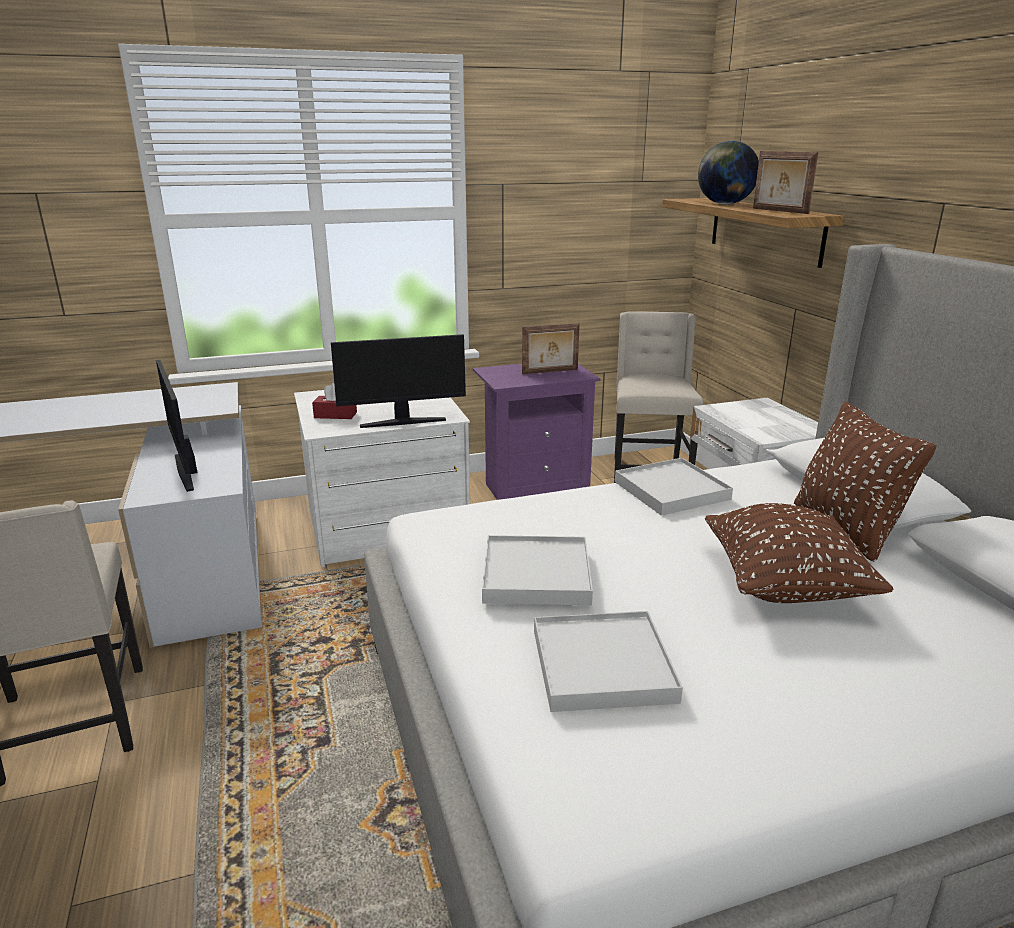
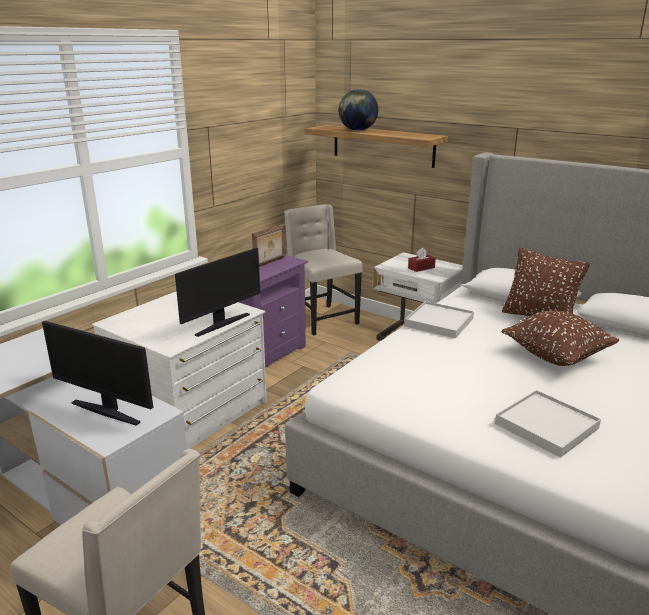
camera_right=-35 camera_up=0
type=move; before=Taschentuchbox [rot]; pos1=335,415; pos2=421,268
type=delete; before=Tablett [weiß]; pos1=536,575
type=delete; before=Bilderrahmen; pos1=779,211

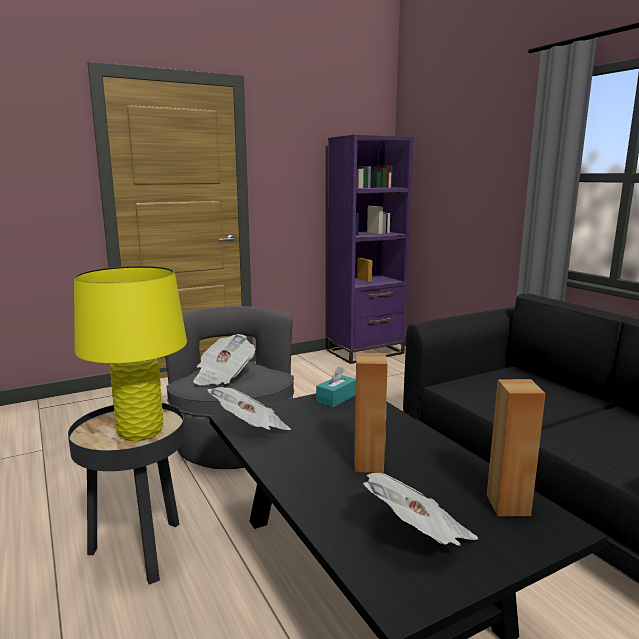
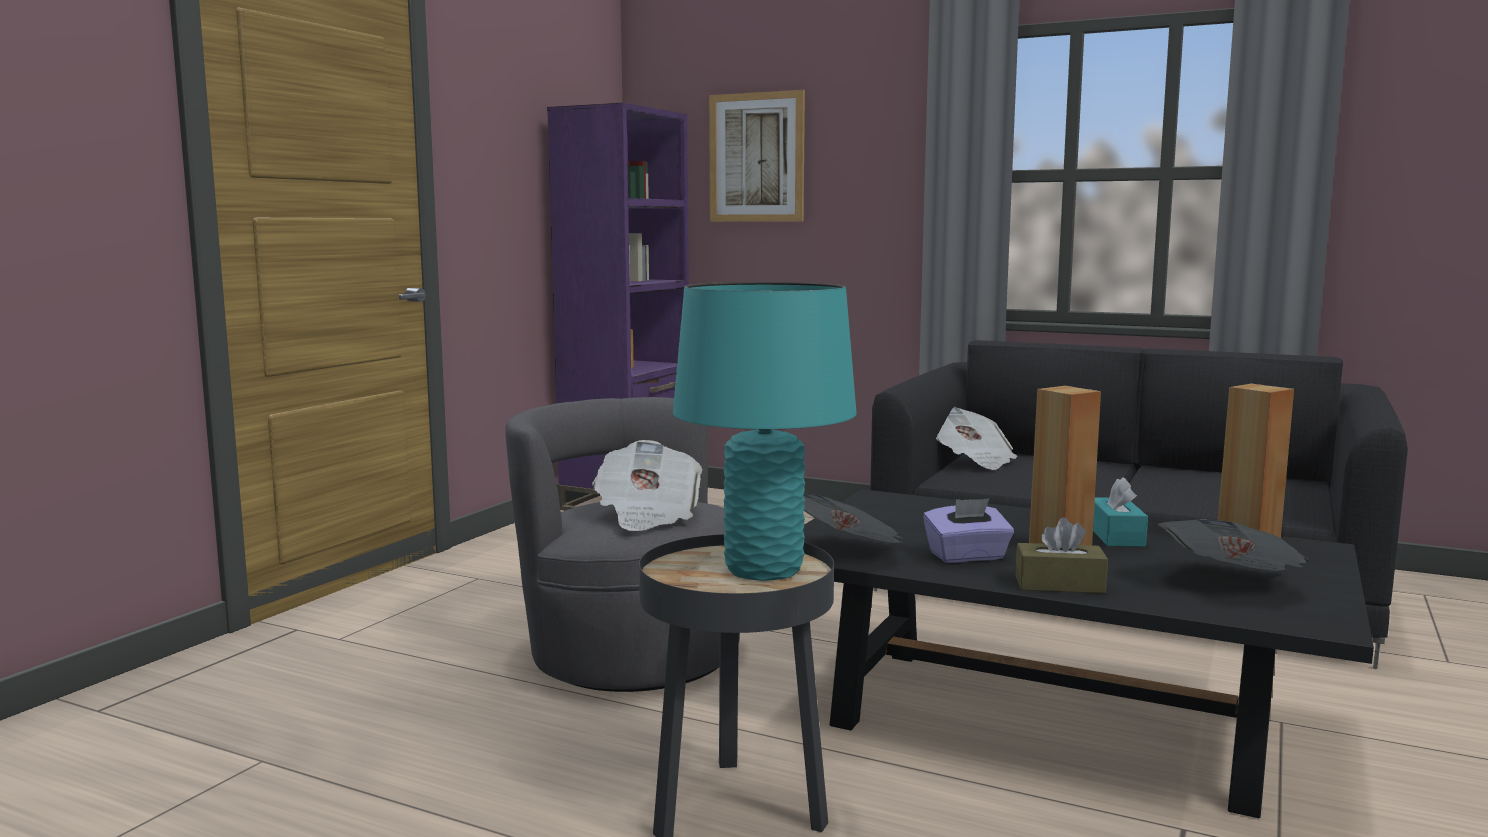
camera_right=-35 camera_up=-5
type=recolor; before=Tischlampe [gelb]; after=Tischlampe [türkis]; pos1=140,431; pos2=763,570
type=insert; after=Bild; pos2=756,157
type=insert; after=Taschentuchbox [lila]; pos2=967,556
type=insert; after=Zeitung; pos2=971,460
type=insert; after=Taschentuchbox [braun]; pos2=1059,585
type=move; before=Taschentuchbox [türkis]; pos1=336,398; pos2=1116,536

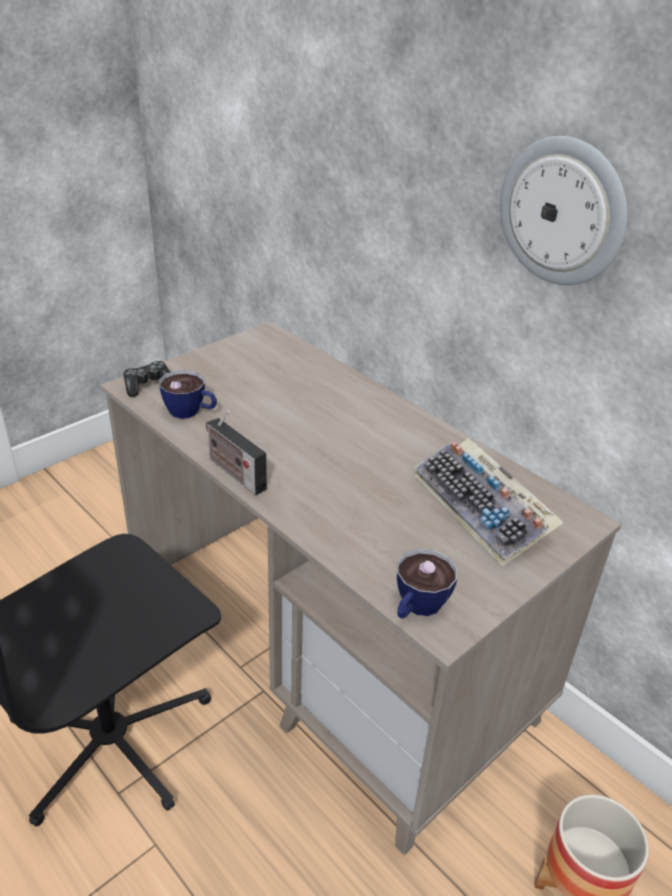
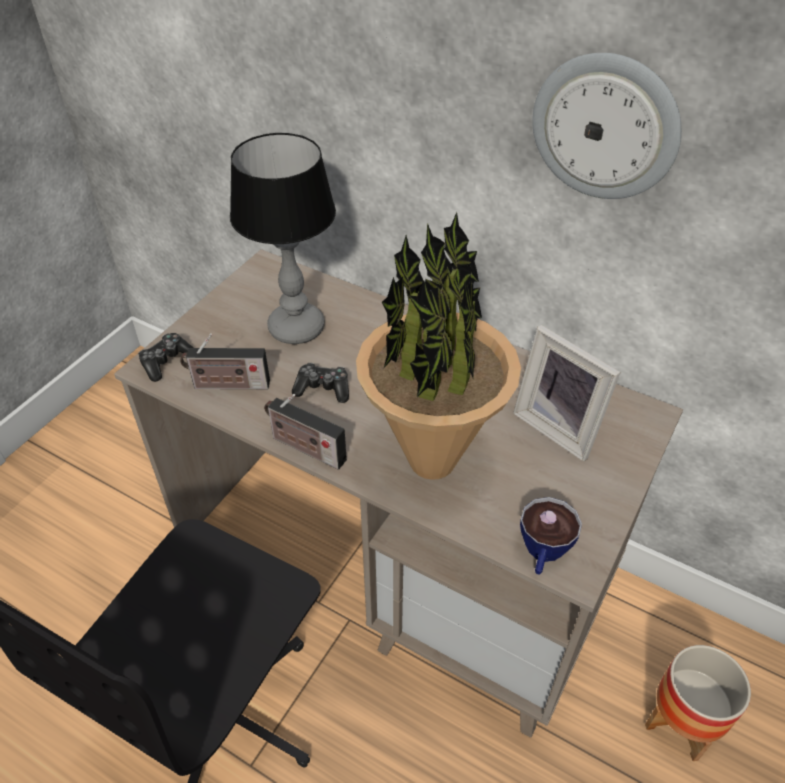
camera_right=-15 camera_up=10
type=replace; before=Tasse; after=Radio; pos1=191,412; pos2=228,385
type=insert; after=Tischlampe; pos2=295,327
type=insert; after=Gamepad; pos2=323,389
type=insert; after=Topfpflanze; pos2=432,462
type=replace; before=Tastatur; after=Bilderrahmen; pos1=484,509; pos2=559,427

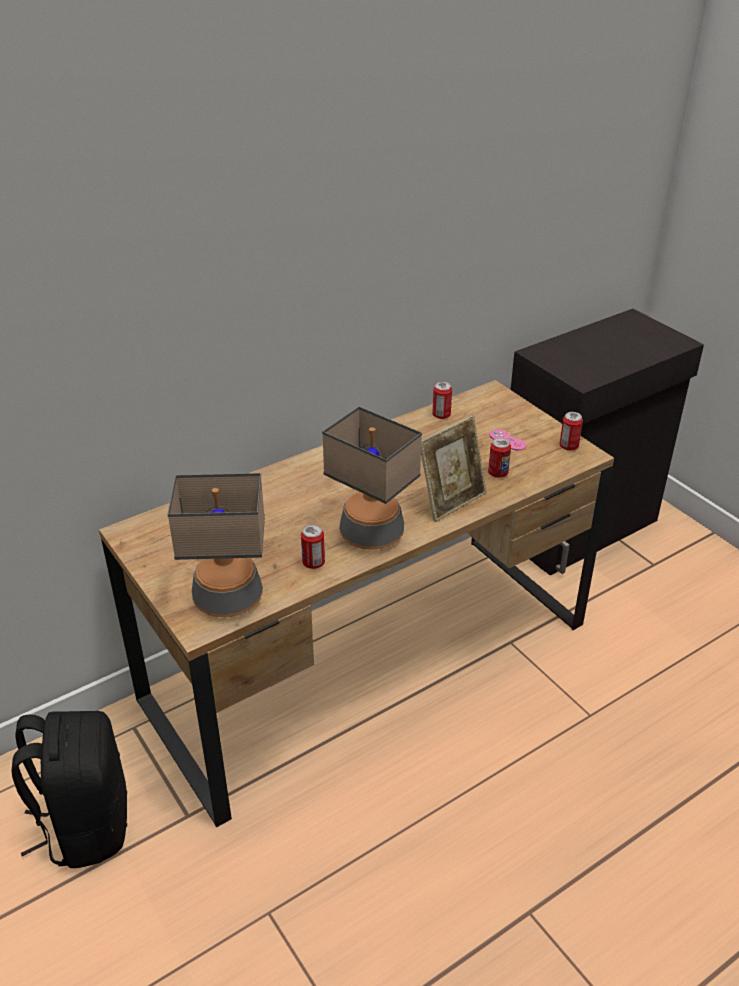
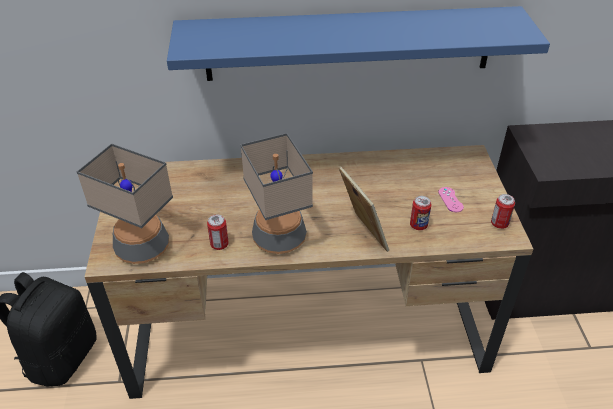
camera_right=30 camera_up=5
type=insert; after=Wandregal [blau]; pos2=348,44
type=rotate; before=Bilderrahmen; pos1=451,501; pos2=362,234; turn=-105
type=delete; before=Dose; pos1=441,415

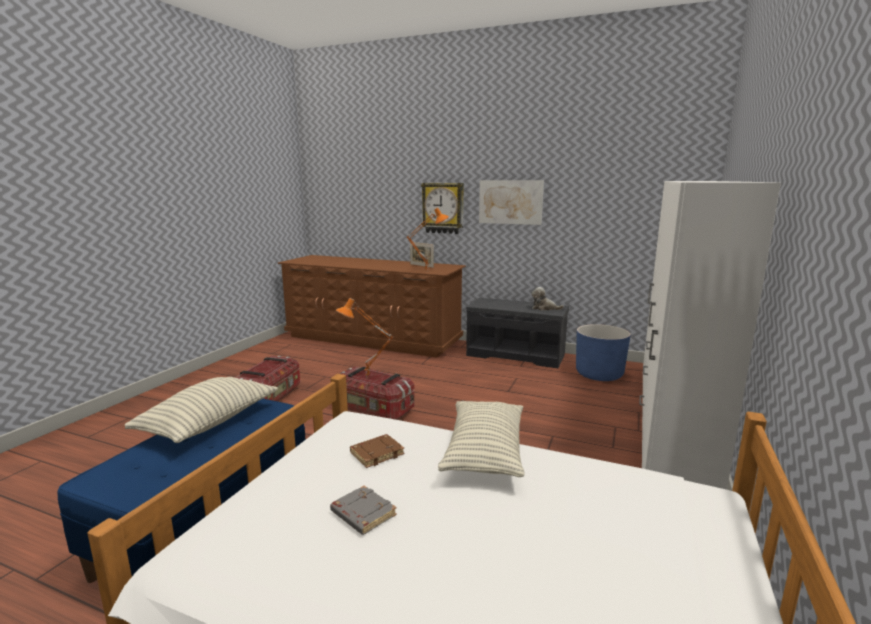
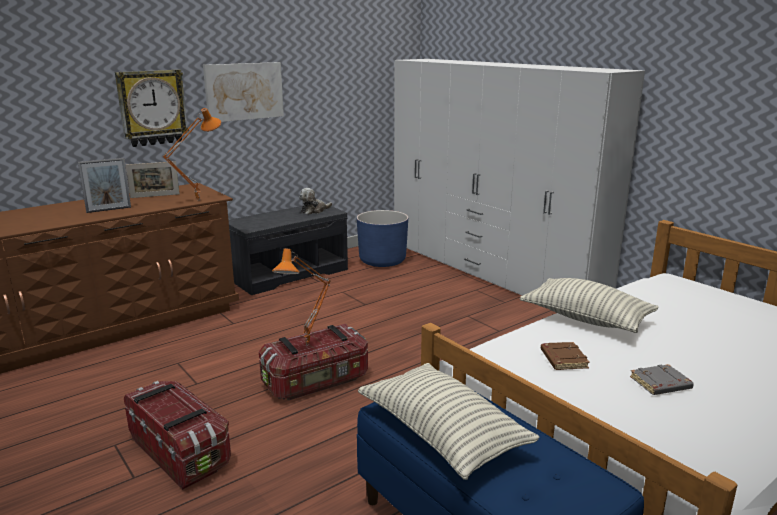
camera_right=-60 camera_up=5
type=insert; after=Bilderrahmen; pos2=109,210

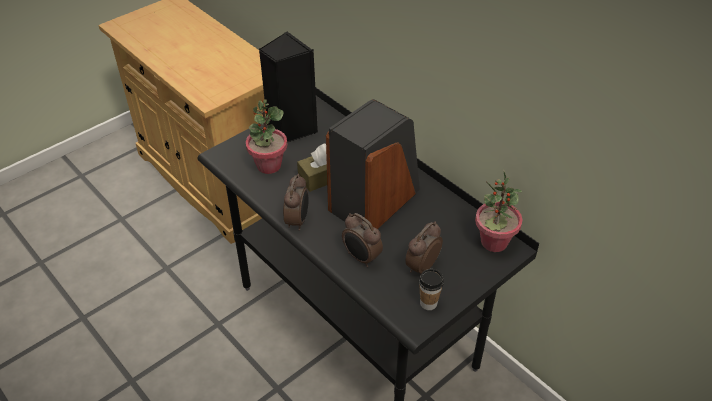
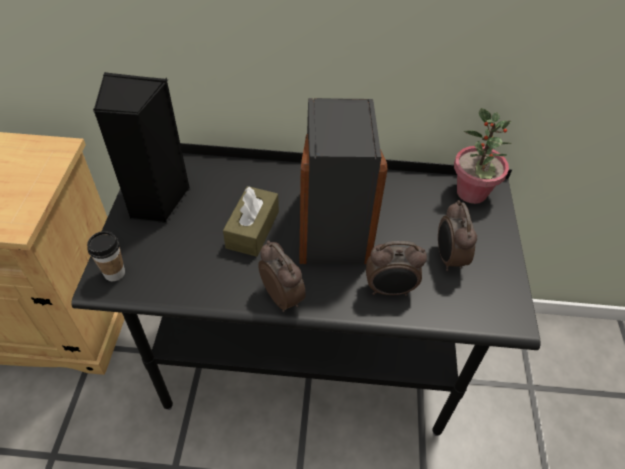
camera_right=-45 camera_up=5
type=move; before=Tasse; pos1=428,303; pos2=114,273
type=delete; before=Topfpflanze; pos1=268,165

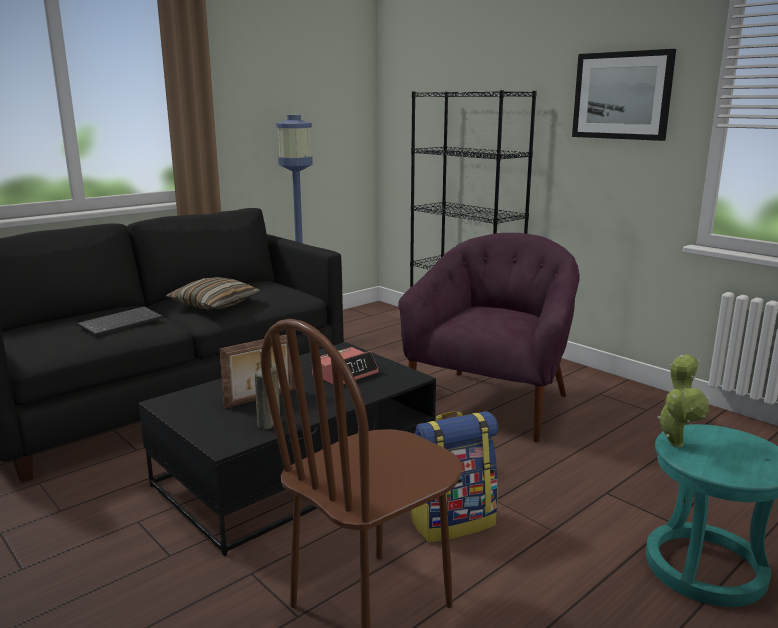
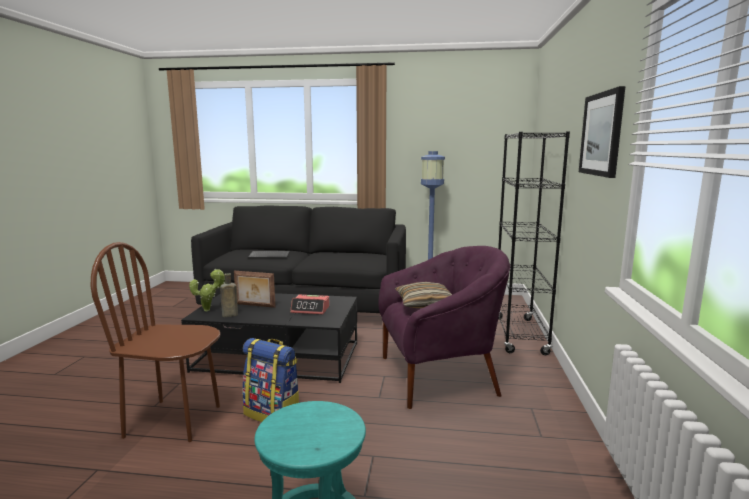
camera_right=50 camera_up=-5
type=move; before=Topfpflanze; pos1=676,442; pos2=209,310
type=move; before=Kissen; pos1=215,304; pos2=425,304

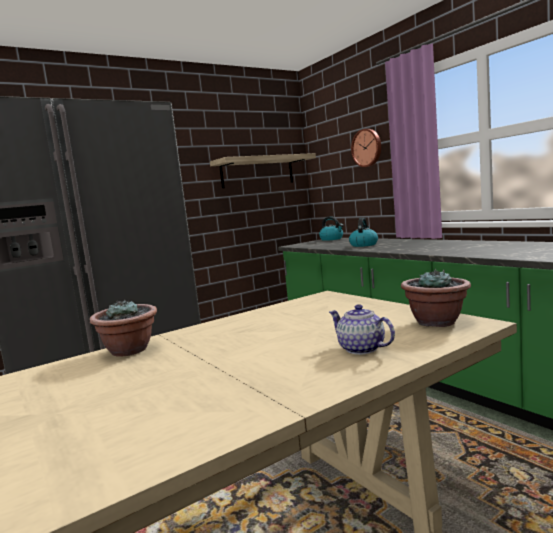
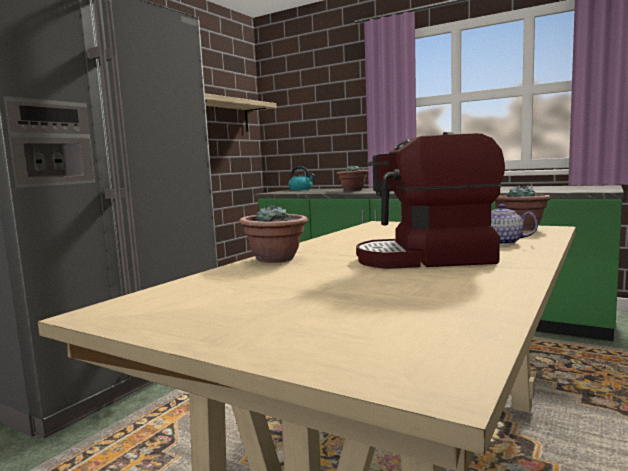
camera_right=-25 camera_up=0
type=replace; before=Wasserkessel; after=Topfpflanze; pos1=363,245; pos2=352,190
type=insert; after=Kaffeemaschine; pos2=426,259
type=delete; before=Wanduhr; pos1=367,148

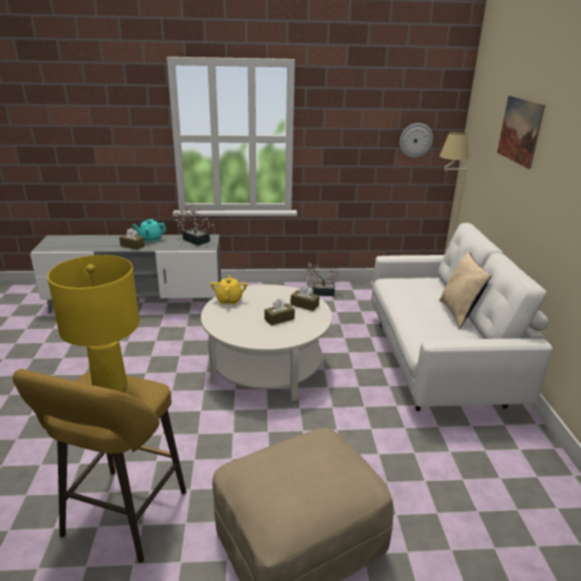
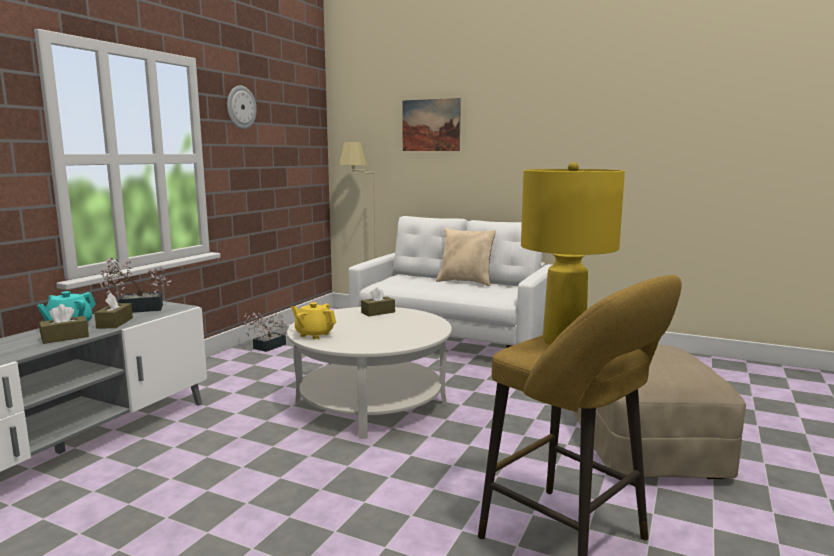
camera_right=-60 camera_up=-15
type=move; before=Taschentuchbox [braun]; pos1=279,319; pos2=115,323
type=move; before=Wanduhr; pos1=415,140; pos2=240,107

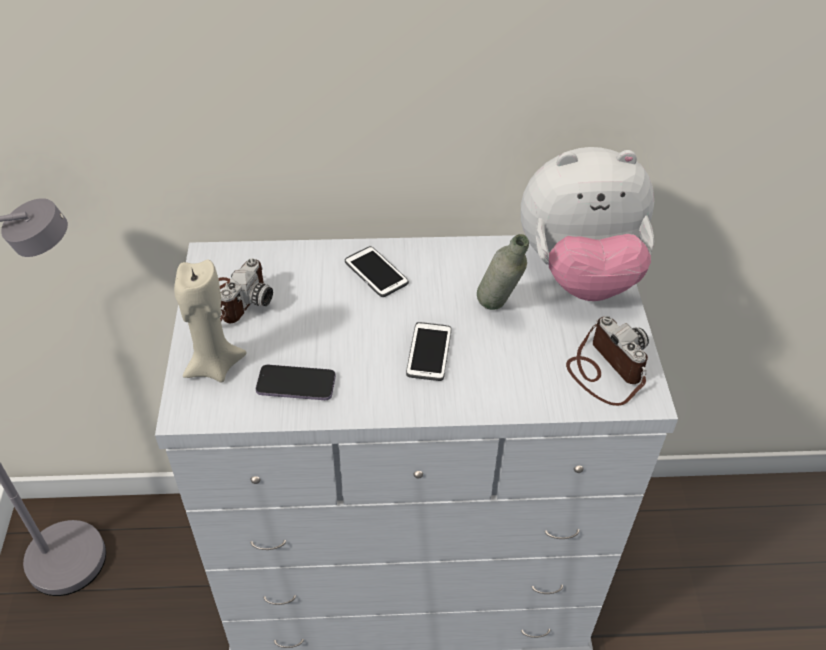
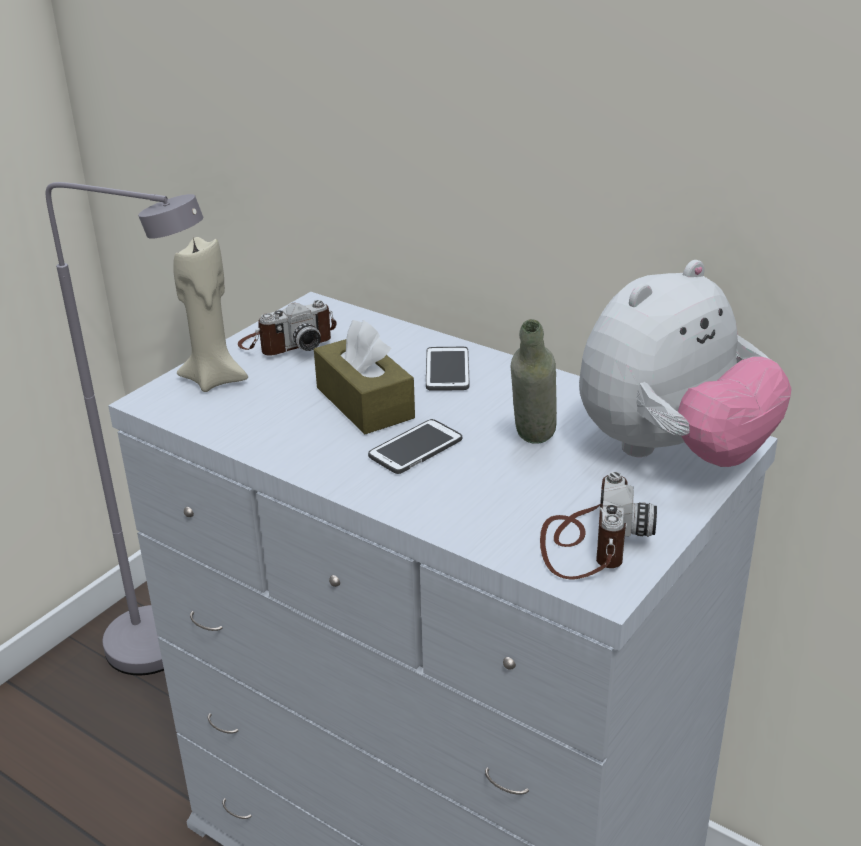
camera_right=40 camera_up=-15
type=insert; after=Taschentuchbox [braun]; pos2=364,403
type=rotate; before=Plüschtier; pos1=579,274; pos2=672,452; turn=-75
type=delete; before=Handy; pos1=296,384

